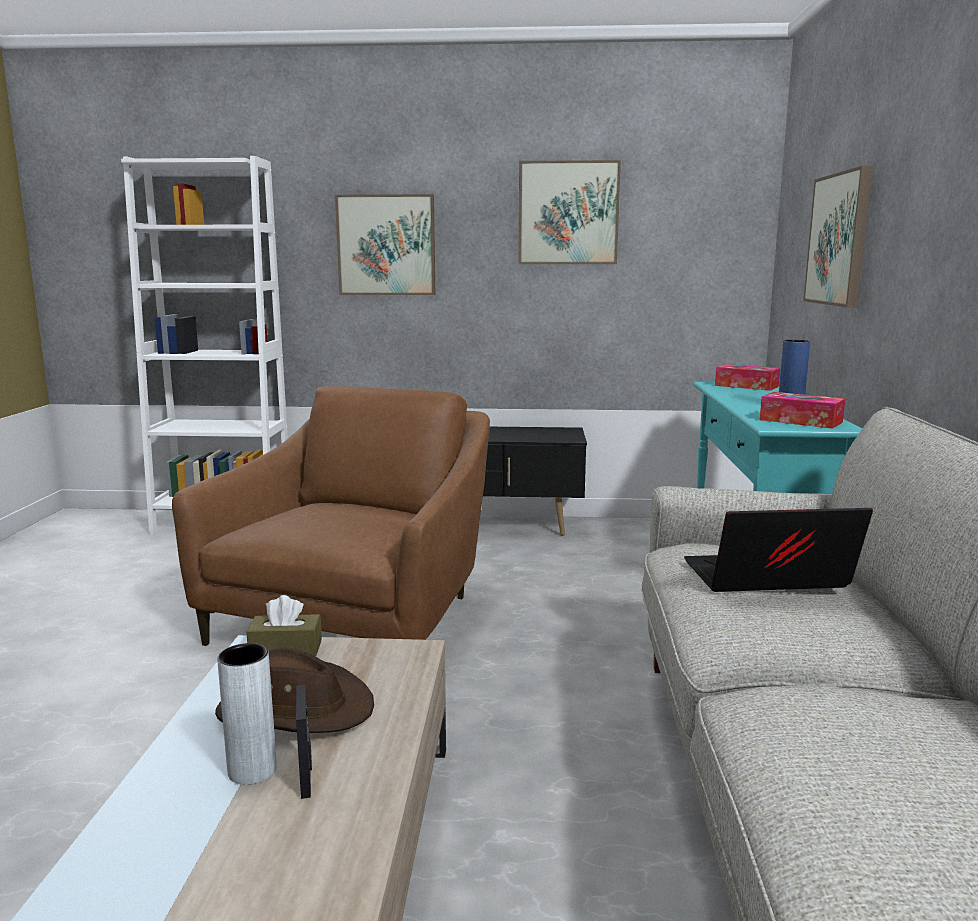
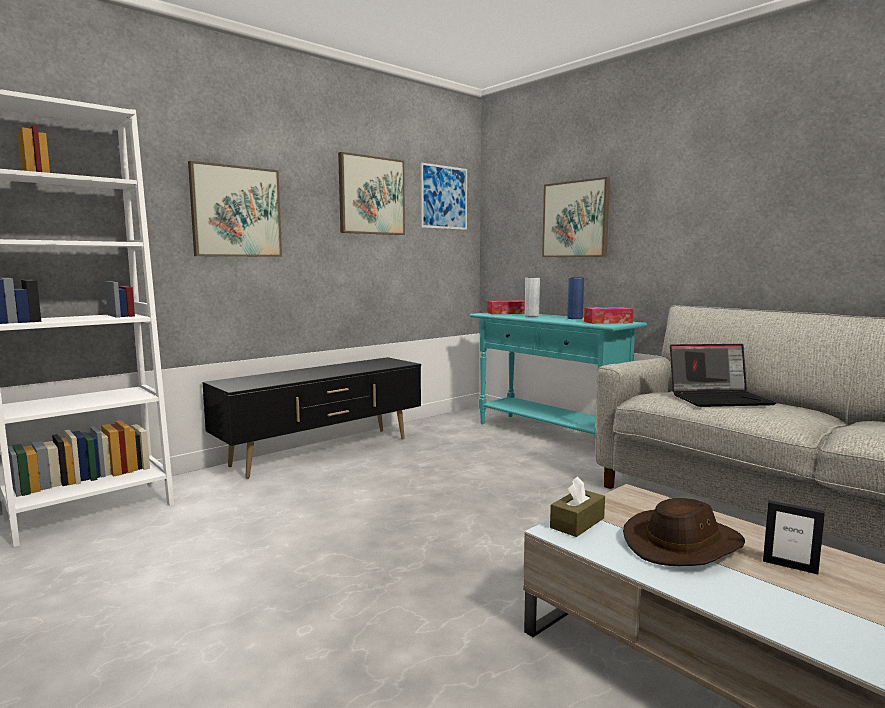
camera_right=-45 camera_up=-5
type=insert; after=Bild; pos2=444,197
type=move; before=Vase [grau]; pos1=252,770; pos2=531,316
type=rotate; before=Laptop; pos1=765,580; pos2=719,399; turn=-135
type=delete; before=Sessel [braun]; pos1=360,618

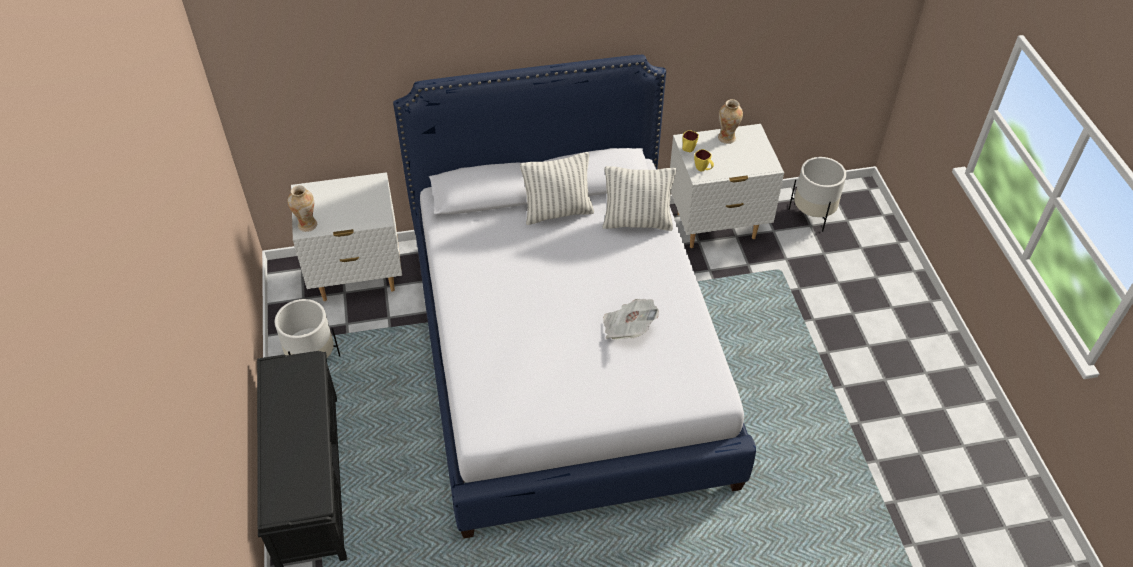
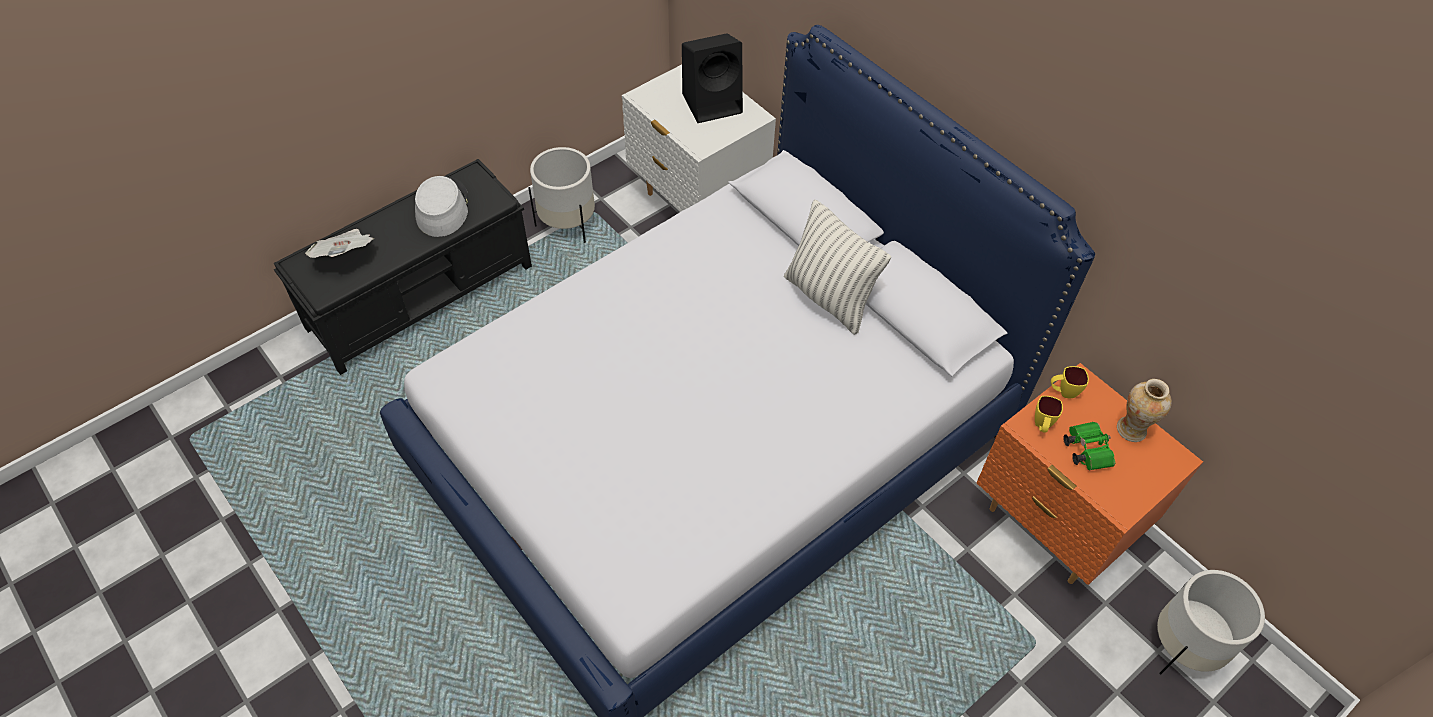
camera_right=60 camera_up=5
type=move; before=Zeitung; pos1=628,328; pos2=345,255
type=insert; after=Hut [grau]; pos2=442,208
type=insert; after=Lautsprecher [schwarz]; pos2=713,102
type=recolor; before=Nachttisch [weiß]; after=Nachttisch [orange]; pos1=716,226; pos2=1053,524
type=insert; after=Fernglas [grün]; pos2=1085,450
type=delete; before=Vase; pos1=307,225
type=delete; before=Kissen; pos1=637,222

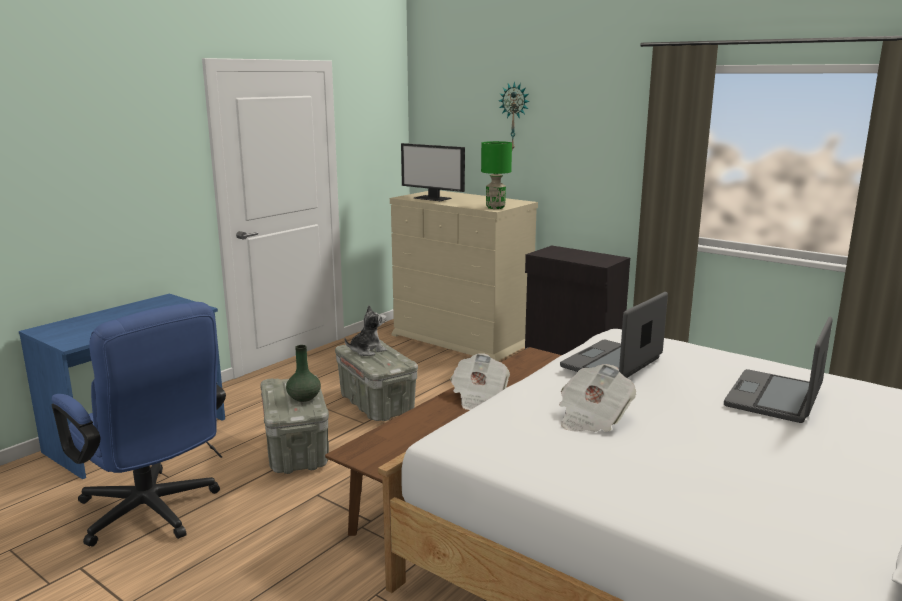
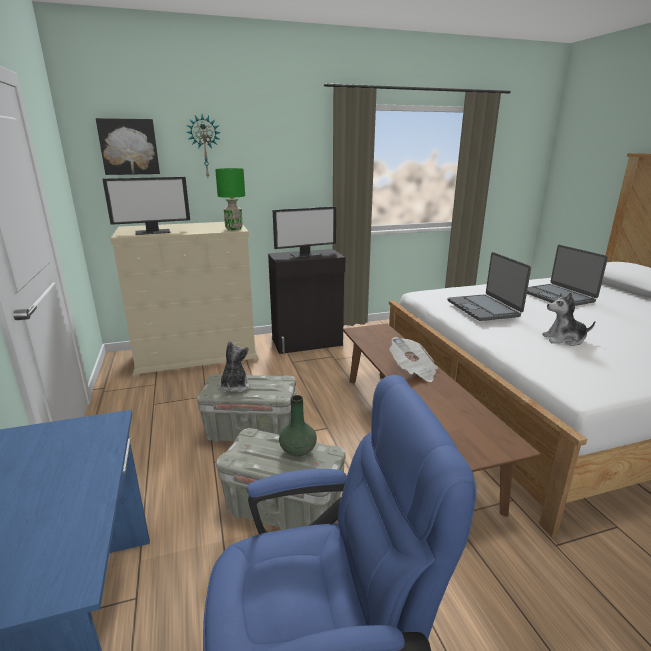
camera_right=-55 camera_up=5
type=insert; after=Bild; pos2=129,147
type=insert; after=Monitor; pos2=306,254
type=replace; before=Zeitung; after=Plüschtier; pos1=592,418; pos2=564,339

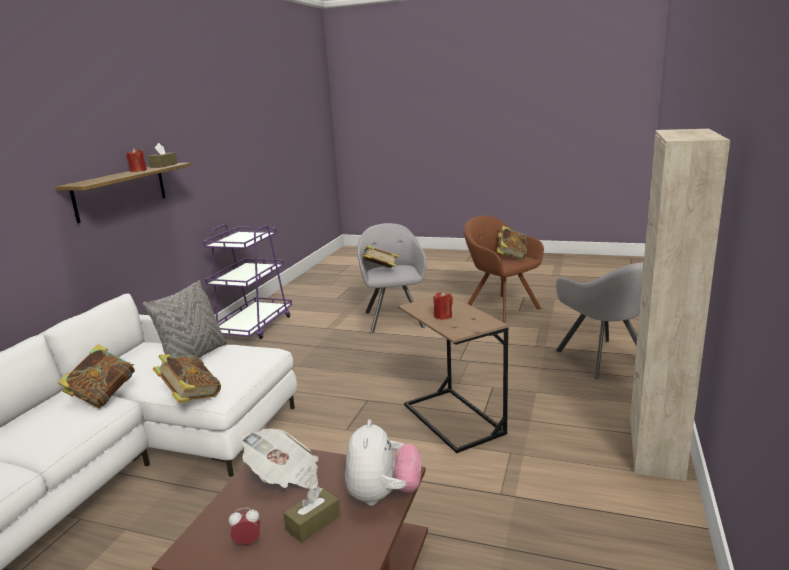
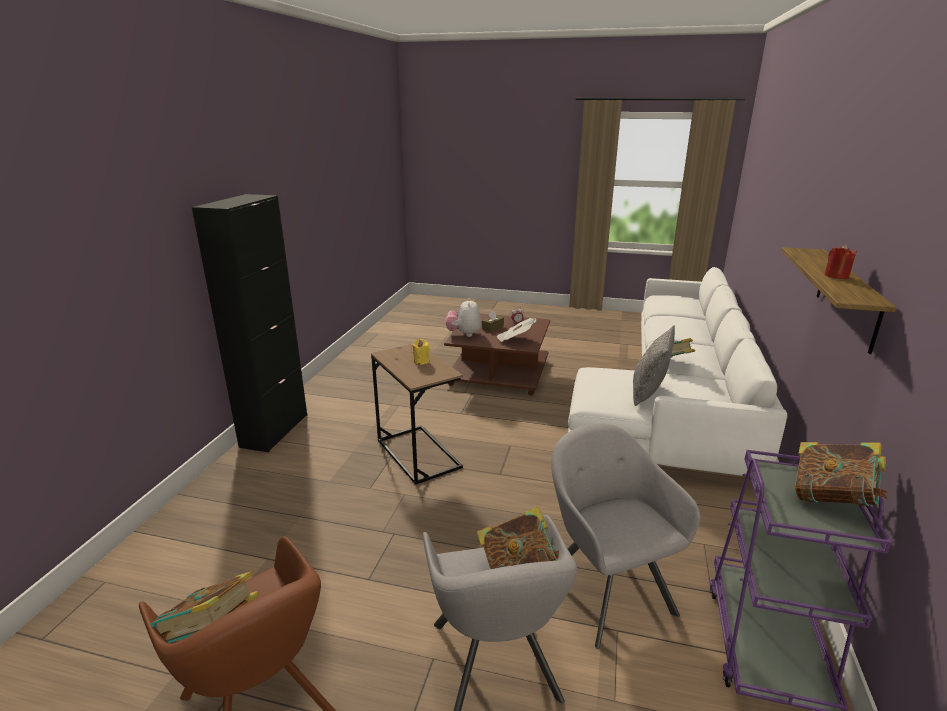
camera_right=175 camera_up=5
type=recolor; before=Schrank [beige]; after=Schrank [schwarz]; pos1=655,447; pos2=275,430
type=recolor; before=Kerze [rot]; after=Kerze [gelb]; pos1=443,316; pos2=421,361
type=move; before=Sessel [grau]; pos1=605,360; pos2=605,588
type=move; before=Buch; pos1=191,397; pos2=832,498
type=delete; before=Taschentuchbox [braun]; pos1=163,165

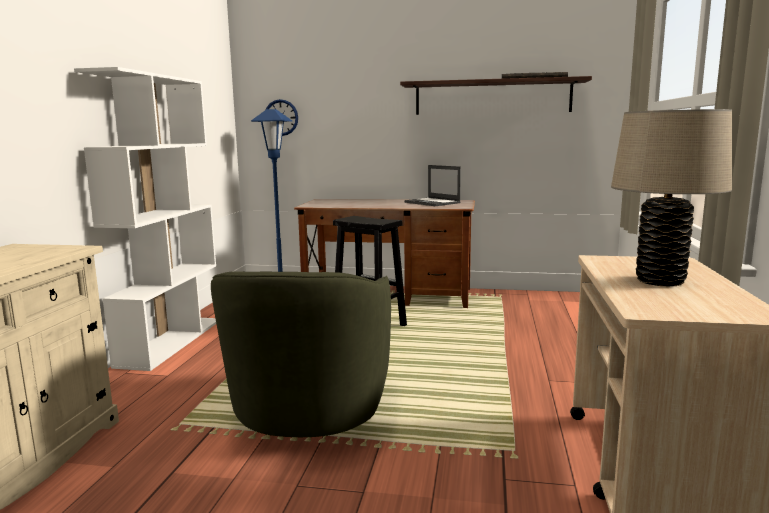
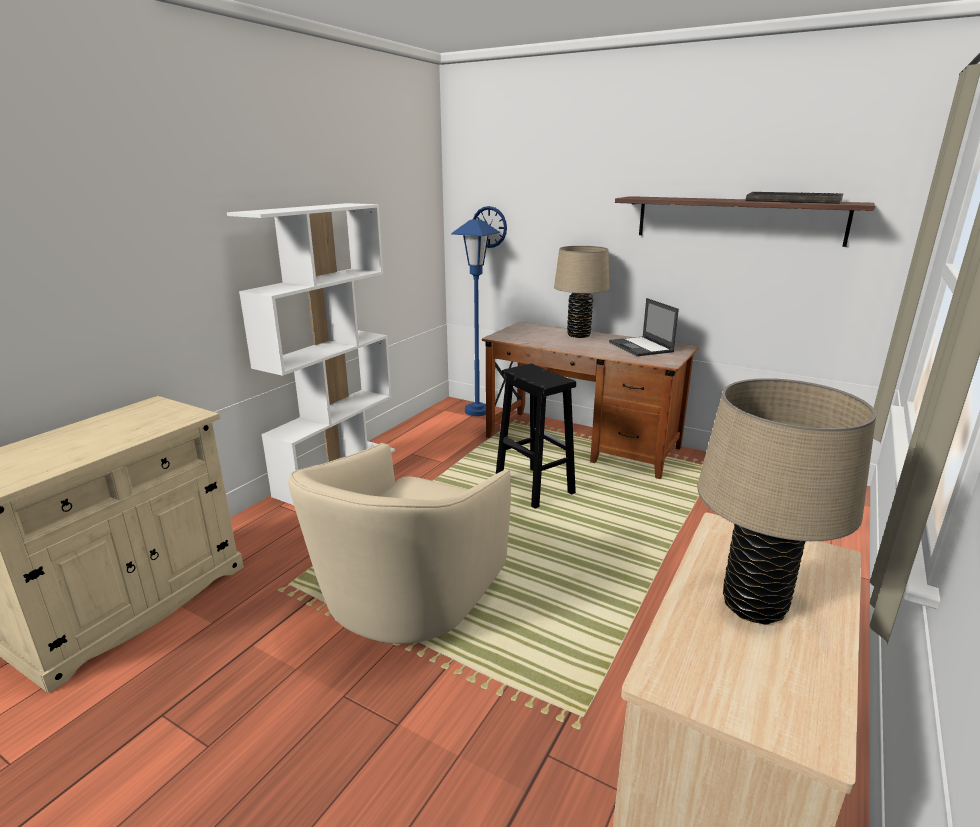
camera_right=20 camera_up=10
type=recolor; before=Sessel [grün]; after=Sessel [beige]; pos1=310,412; pos2=407,600
type=insert; after=Tischlampe [beige]; pos2=578,335

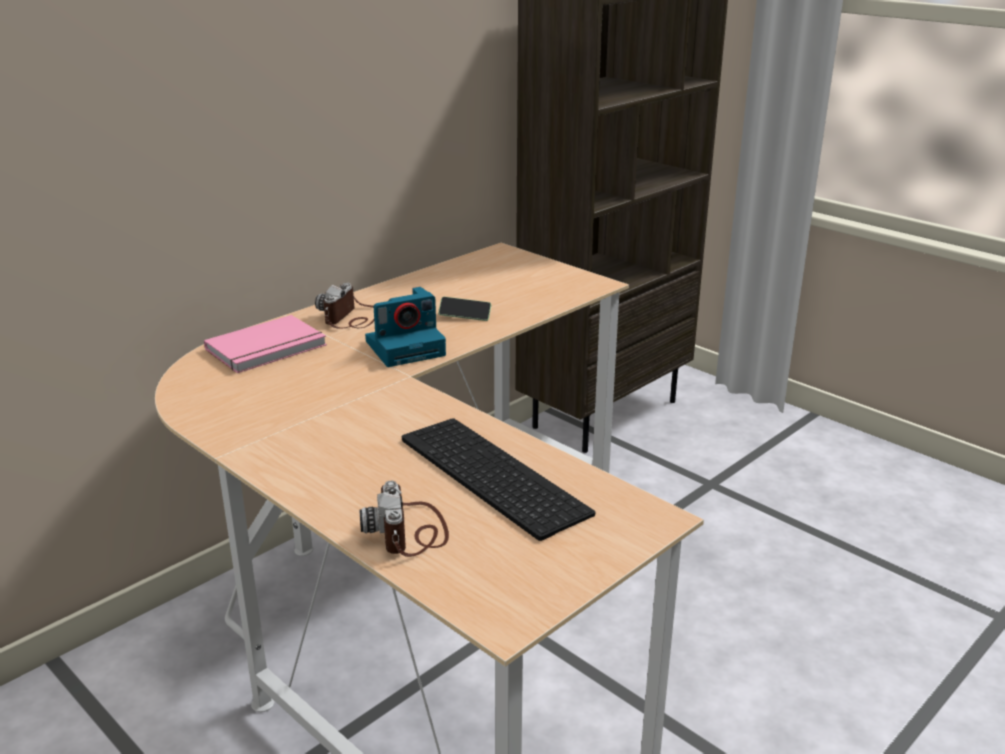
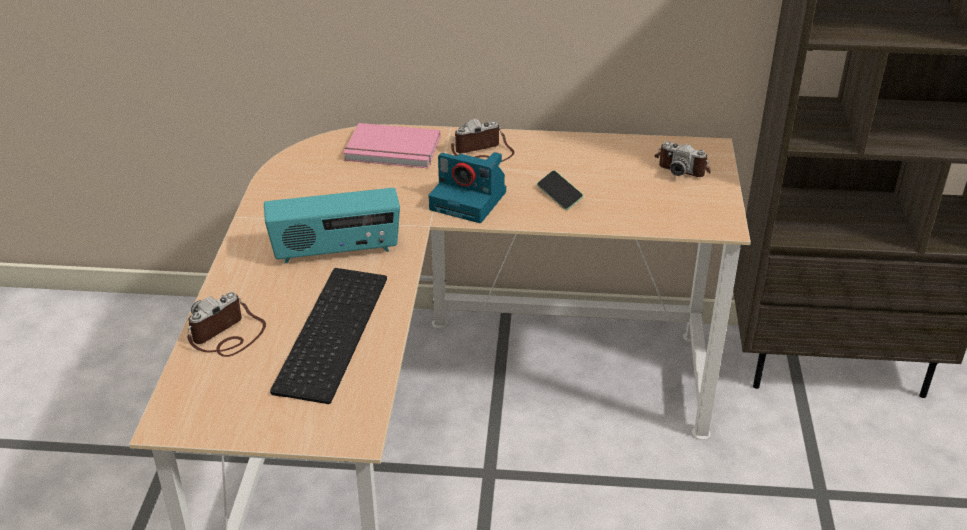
camera_right=50 camera_up=10
type=insert; after=Radio; pos2=336,251
type=insert; after=Kamera; pos2=683,166

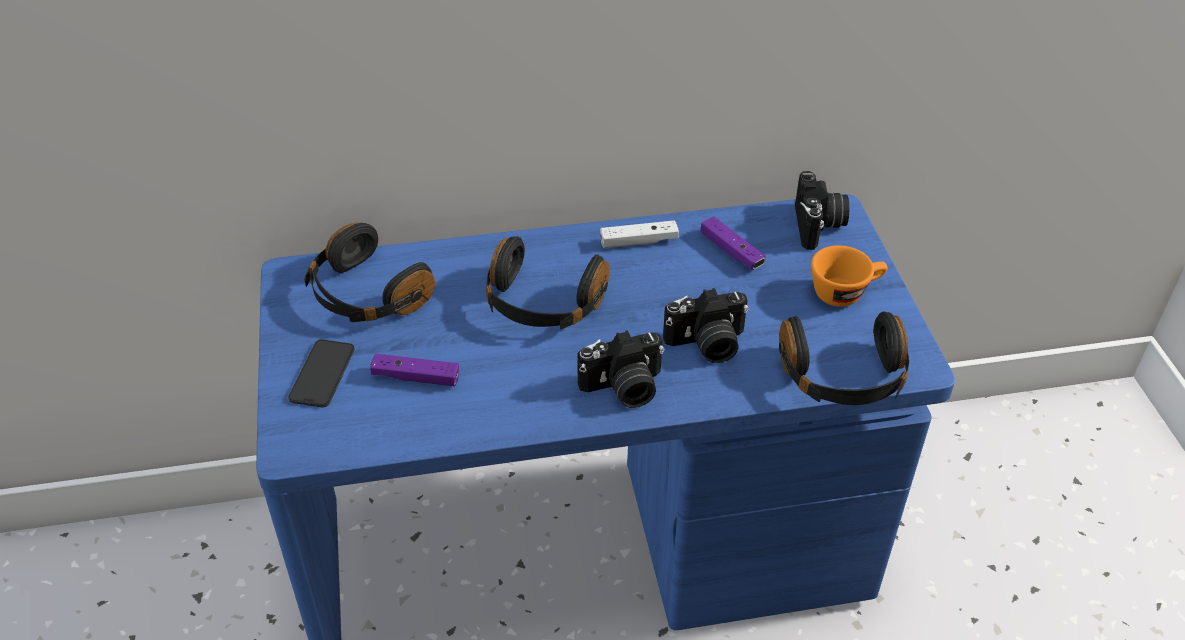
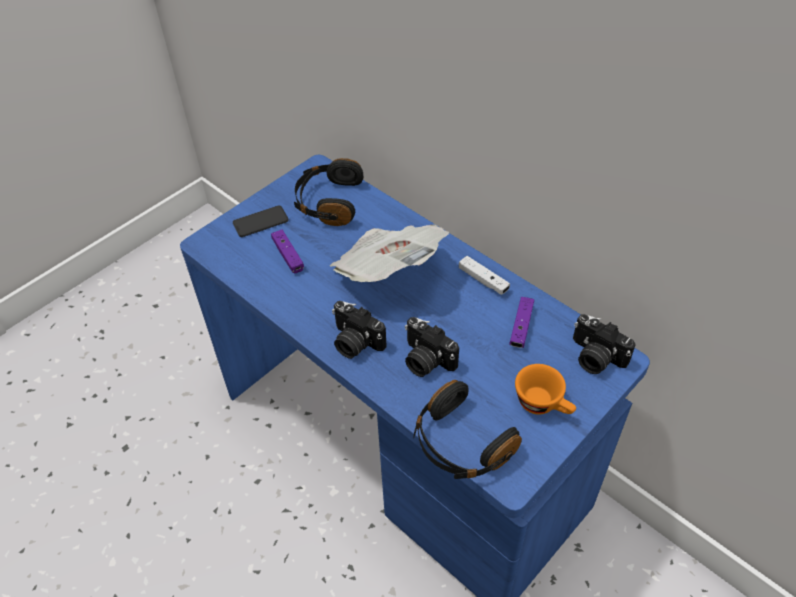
camera_right=55 camera_up=5
type=replace; before=Kopfhörer [schwarz]; after=Zeitung; pos1=543,304; pos2=388,271
type=rotate; before=Kamera; pos1=818,226; pos2=594,357; turn=75

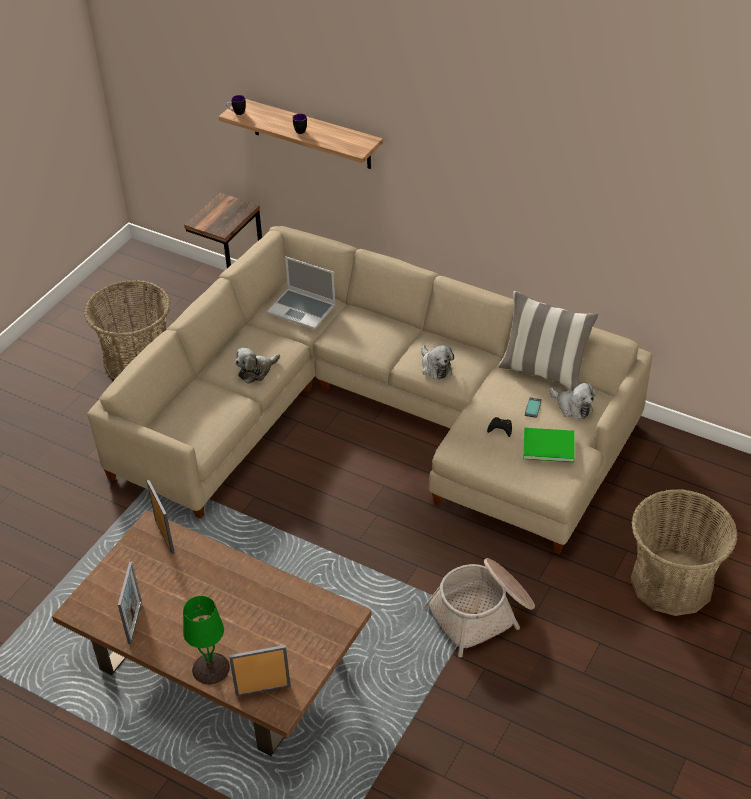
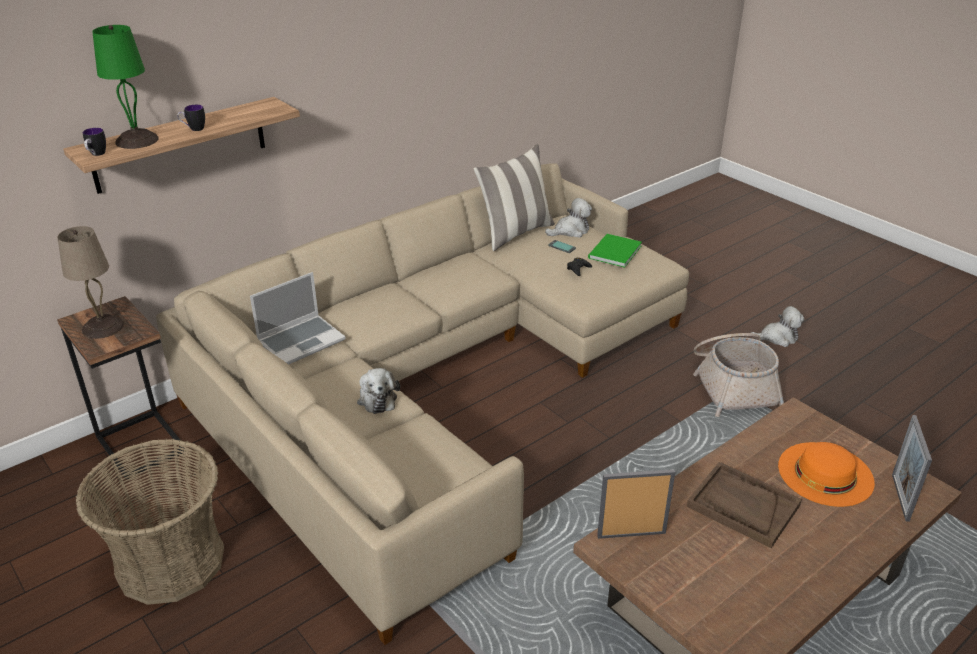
camera_right=-70 camera_up=-10
type=insert; after=Tischlampe [beige]; pos2=102,327
type=move; before=Tischlampe [grün]; pos1=211,668; pos2=137,140
type=insert; after=Tablett [braun]; pos2=742,506
type=move; before=Plüschtier; pos1=435,367; pos2=777,338
type=insert; after=Hut [orange]; pos2=825,473
type=delete; before=Bilderrahmen; pos1=135,622
type=delete; before=Korb; pos1=672,582

